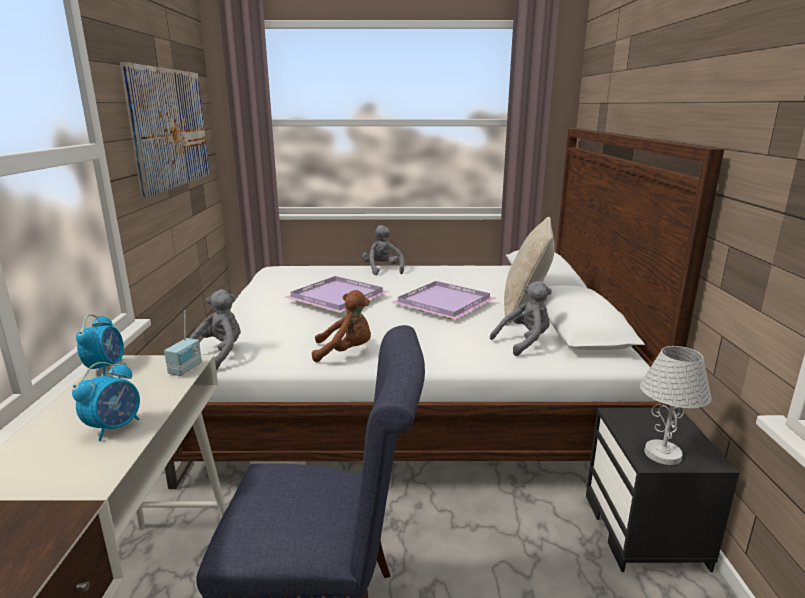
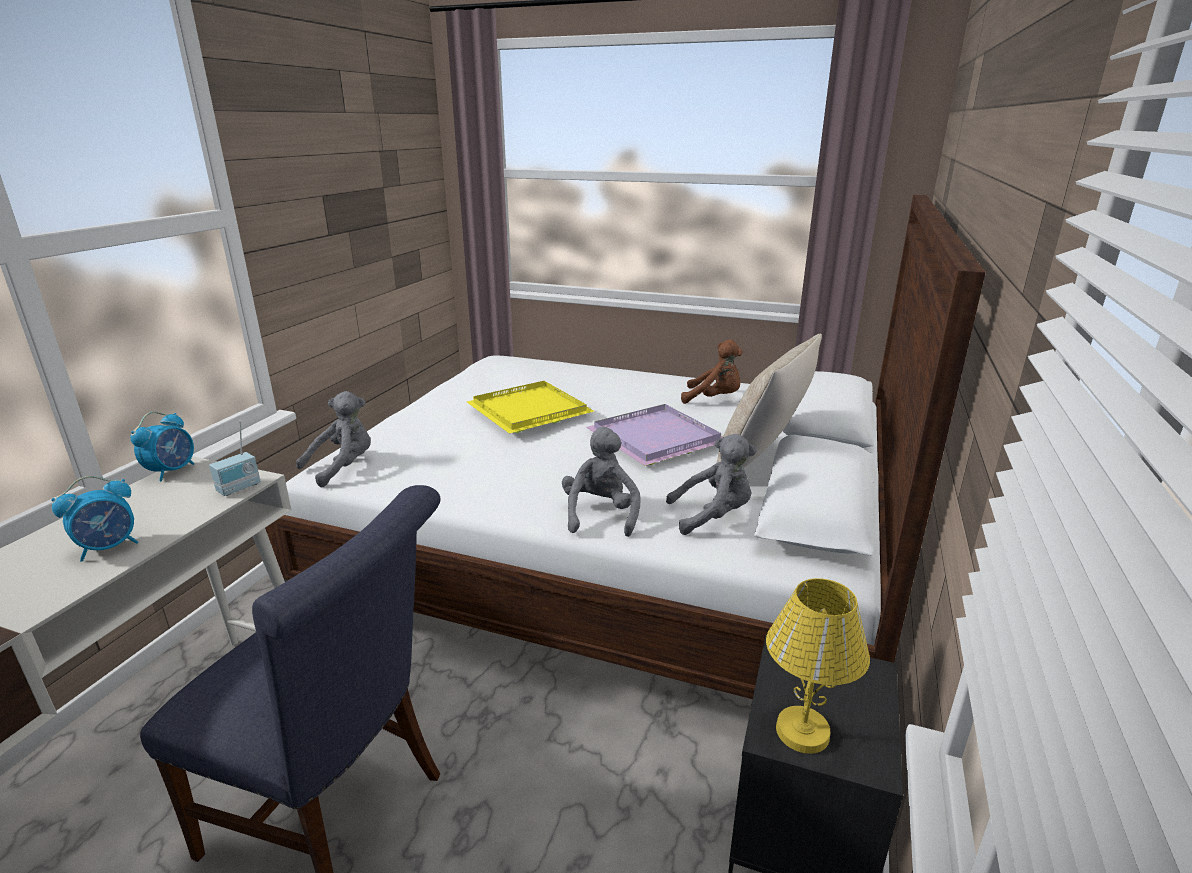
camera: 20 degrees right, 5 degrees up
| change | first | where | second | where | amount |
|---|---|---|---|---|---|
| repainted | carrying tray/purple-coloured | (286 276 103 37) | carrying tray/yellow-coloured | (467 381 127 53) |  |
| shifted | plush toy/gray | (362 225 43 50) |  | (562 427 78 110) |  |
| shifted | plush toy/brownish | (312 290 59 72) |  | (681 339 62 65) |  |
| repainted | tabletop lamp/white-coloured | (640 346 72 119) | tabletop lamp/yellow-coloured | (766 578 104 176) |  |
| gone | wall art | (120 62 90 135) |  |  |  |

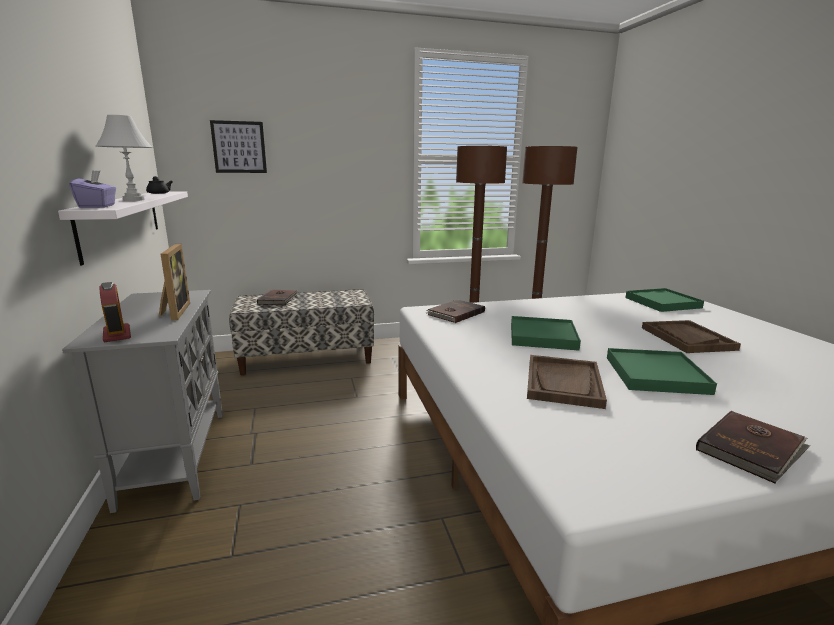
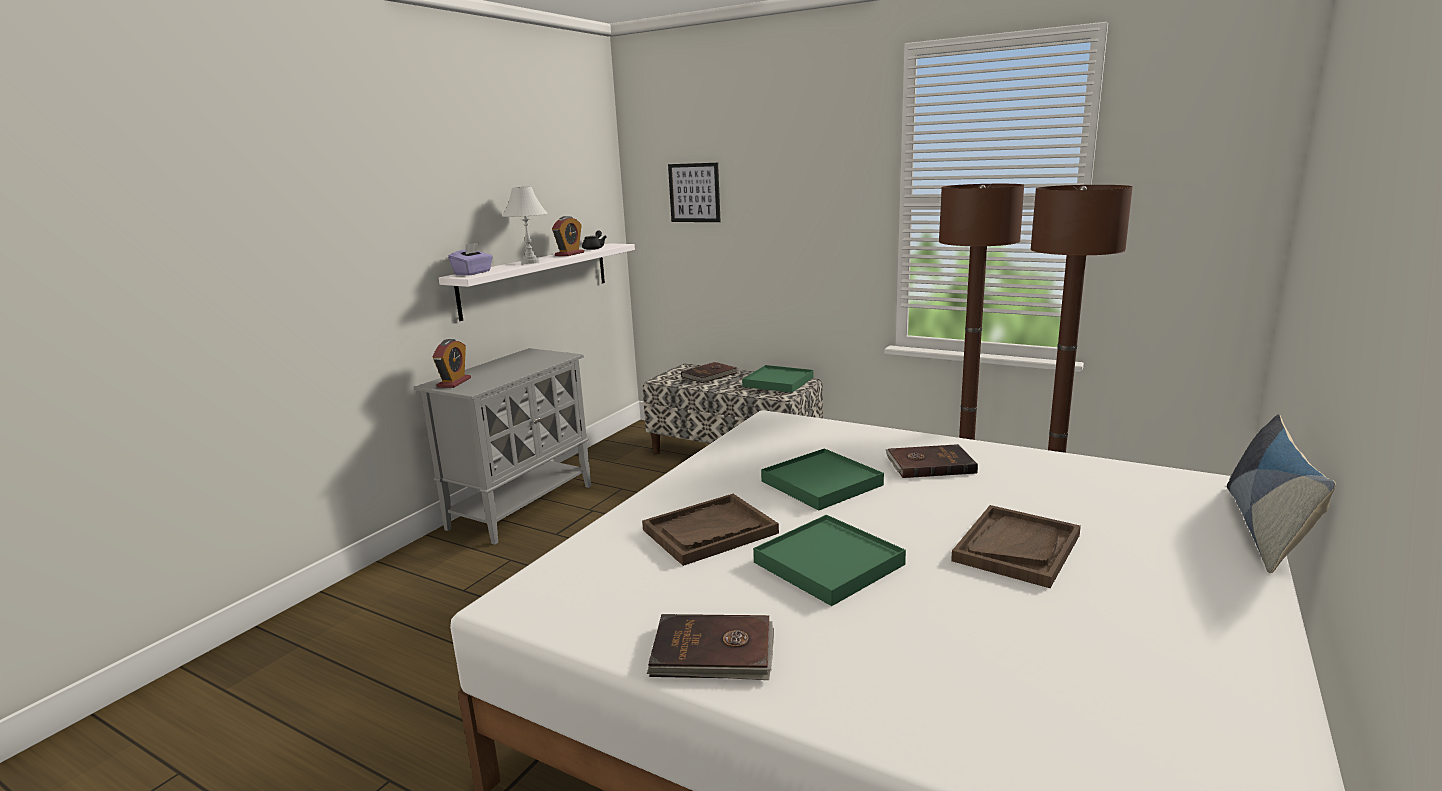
camera: 45 degrees right, 0 degrees up
| change | first | where | second | where | amount |
|---|---|---|---|---|---|
| new |  |  | table clock | (552 216 32 40) |  |
| shifted | carrying tray/greenish | (625 288 79 24) |  | (742 365 71 28) |  |
| shifted | volume/brownish | (425 300 60 23) |  | (886 444 92 34) |  |
| new |  |  | cushion | (1227 414 109 159) |  |
| gone | picture frame | (159 244 31 77) |  |  |  |

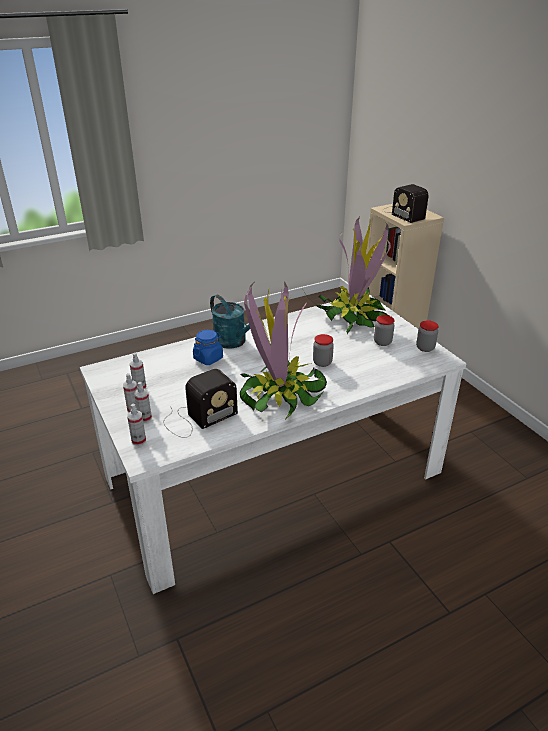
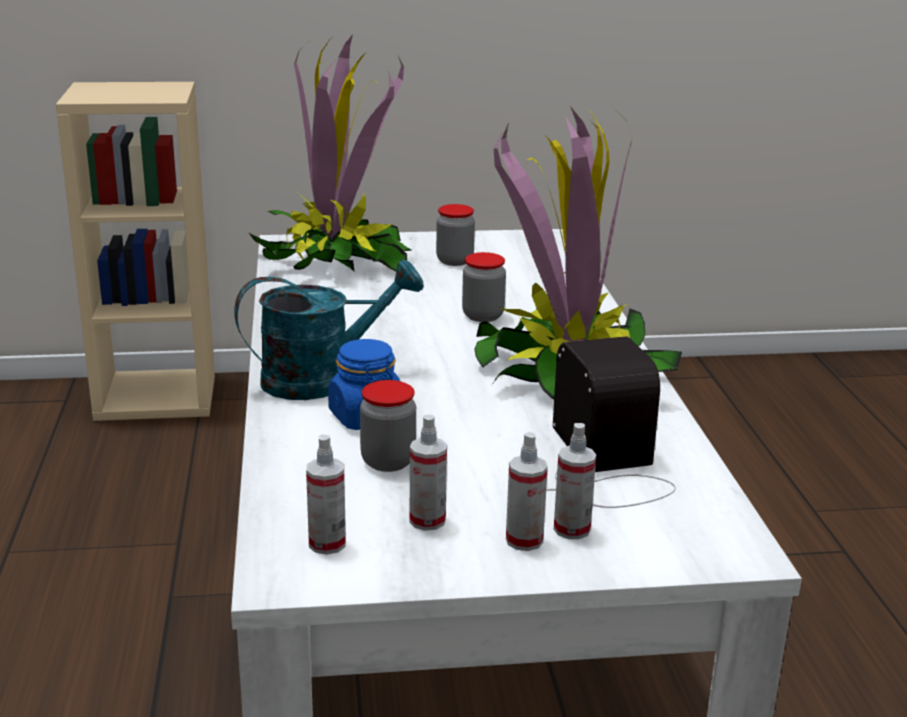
camera: 70 degrees left, 10 degrees down
| change | first | where | second | where | amount |
|---|---|---|---|---|---|
| shifted | hand sprayer | (127 404 19 42) |  | (306 435 40 120) |  |
| shifted | jar | (416 320 22 32) |  | (360 380 56 92) |  |
| gone | radio | (382 184 46 39) |  |  |  |

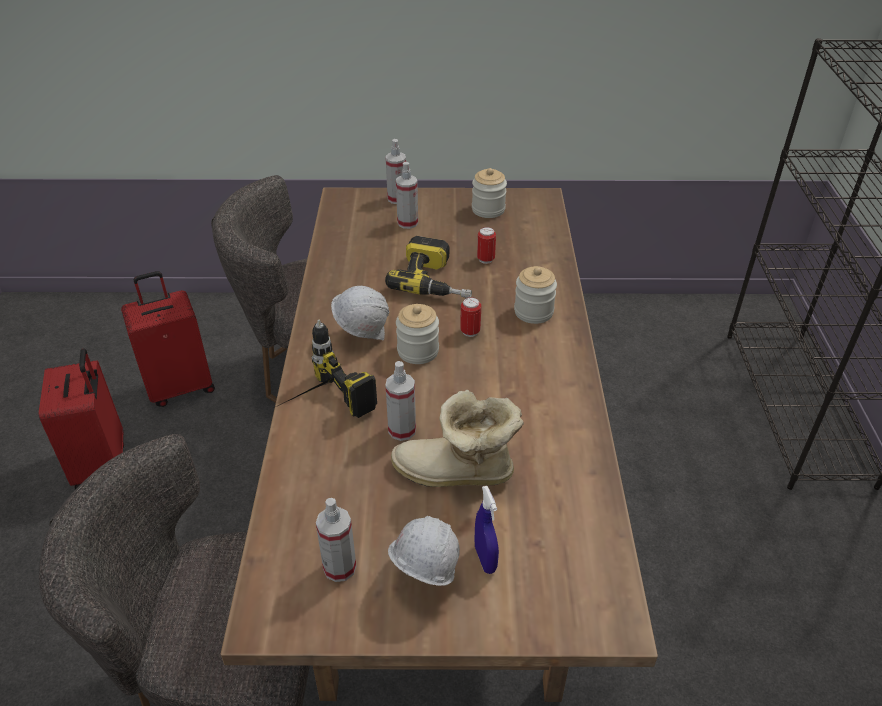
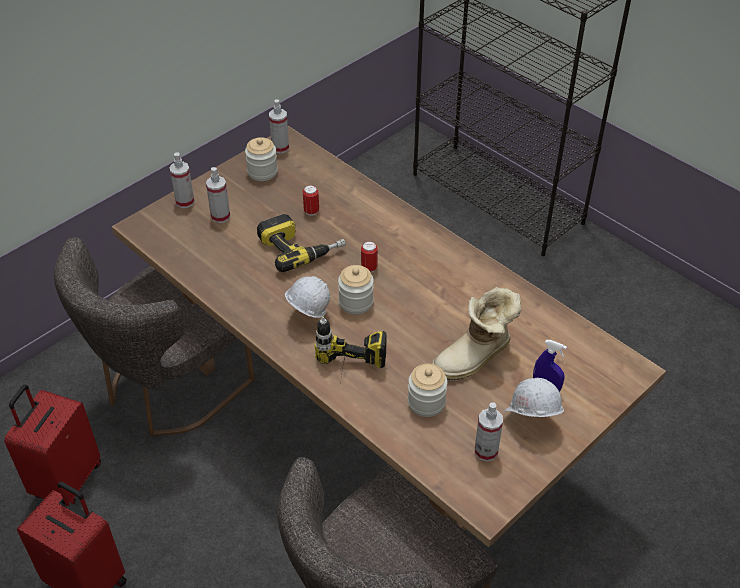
camera: 45 degrees left, 5 degrees up
| change | first | where | second | where | amount |
|---|---|---|---|---|---|
| shifted | hand sprayer | (385 361 31 80) |  | (269 99 20 55) |  |
| shifted | jar | (514 266 43 58) |  | (408 364 39 53) |  |

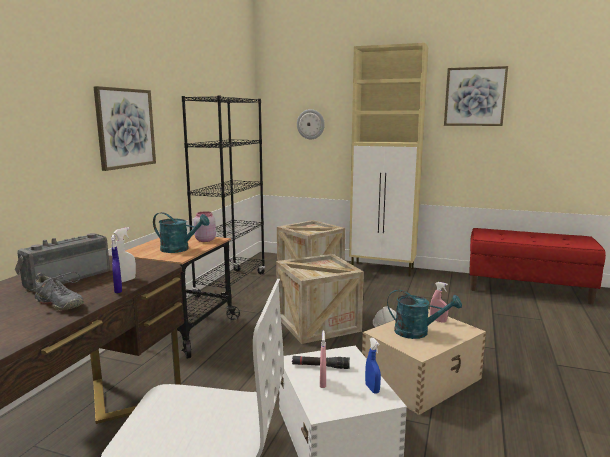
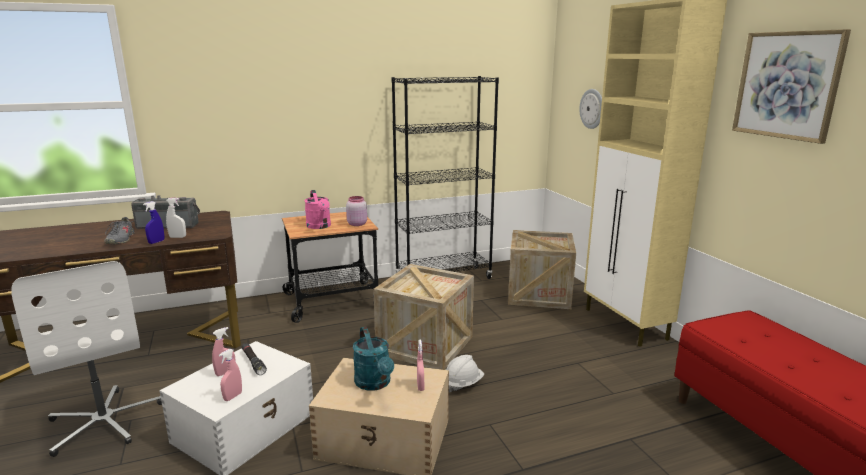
camera: 50 degrees right, 5 degrees up
| change | first | where | second | where | amount |
|---|---|---|---|---|---|
| repainted | hand sprayer/bluish | (365 338 16 56) | hand sprayer/pinkish | (219 349 23 52) |  |
| repainted | watering can/blue-green | (153 212 57 41) | watering can/pinkish | (304 190 27 39) |  |
| gone | wall art | (93 86 63 85) |  |  |  |

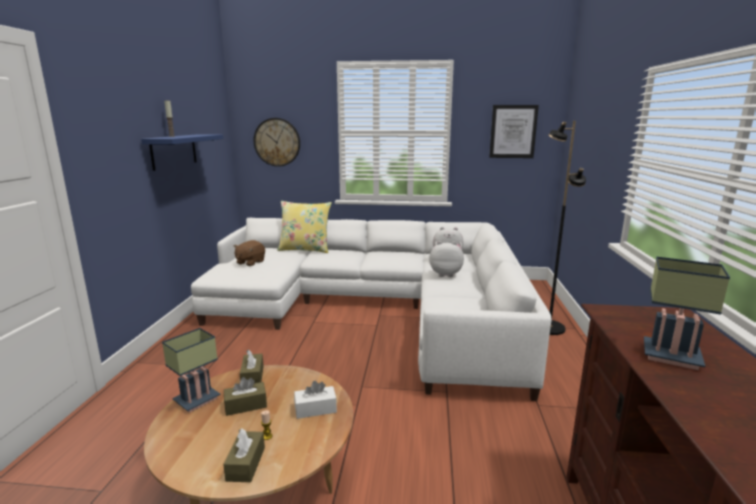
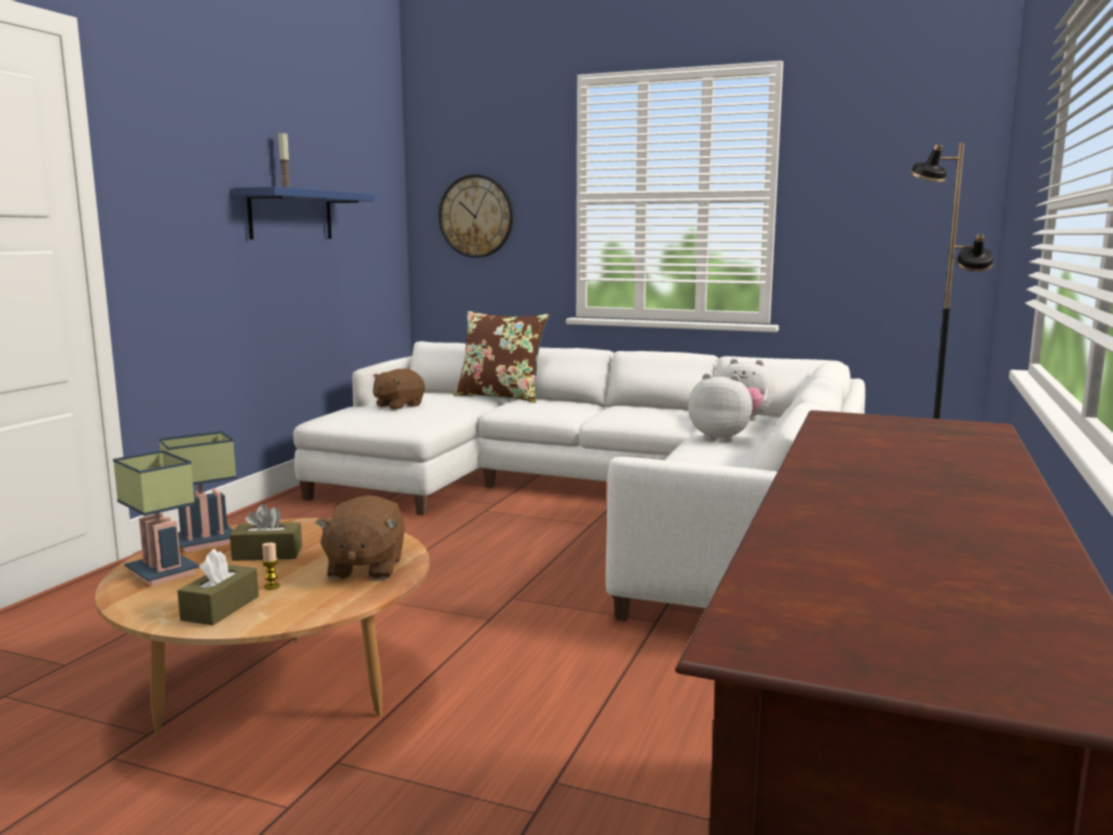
camera: 15 degrees right, 5 degrees down
| change | first | where | second | where | amount |
|---|---|---|---|---|---|
| shifted | tabletop lamp | (644 257 86 113) |  | (113 450 87 136) |  |
| swapped | box of tissues/white-coloured | (294 381 43 38) | plush toy/brownish | (315 495 90 85) |  |
| repainted | cushion/yellow-coloured | (277 201 55 52) | cushion/brownish | (453 311 96 92) |  |
| gone | box of tissues/brownish | (240 349 24 34) |  |  |  |
| gone | wall art | (489 105 50 53) |  |  |  |

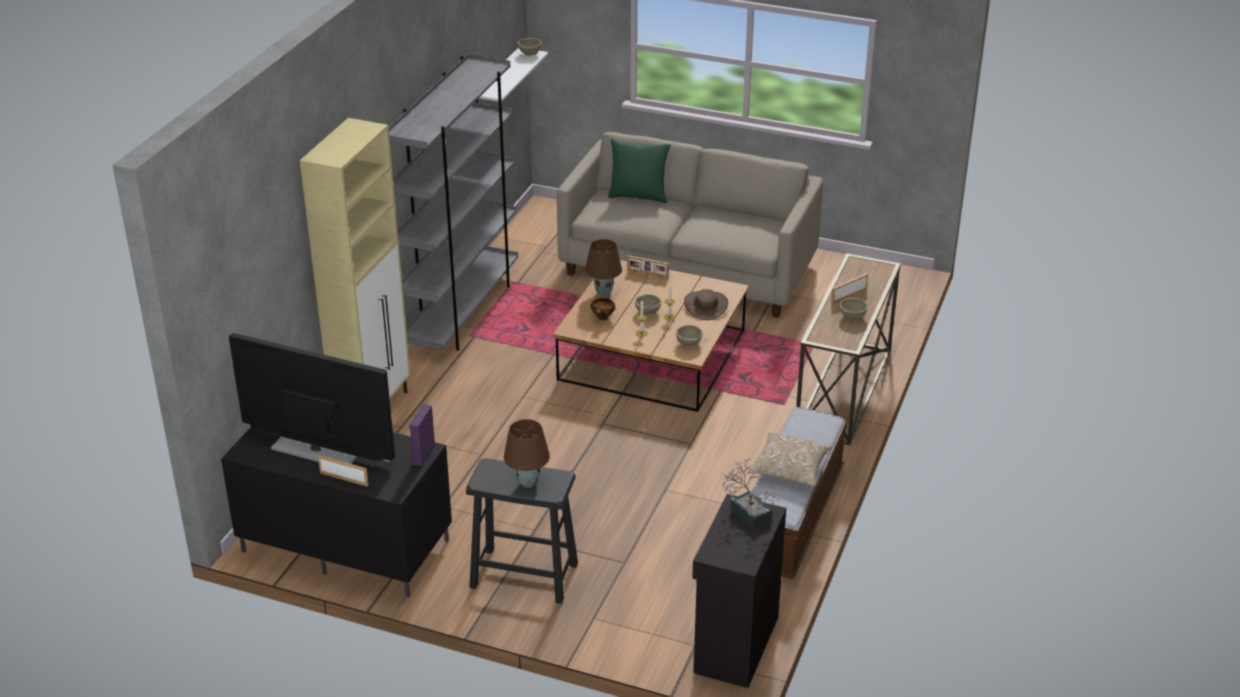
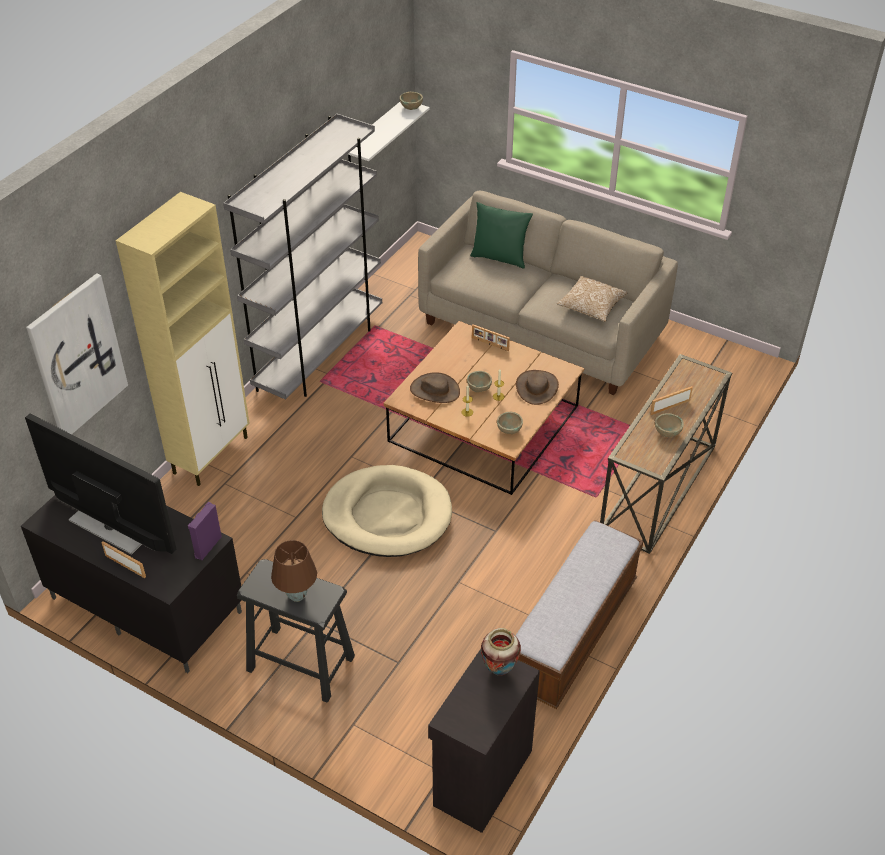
camera: 10 degrees right, 10 degrees up
| change | first | where | second | where | amount |
|---|---|---|---|---|---|
| new |  |  | wall art | (26 273 102 161) |  |
| new |  |  | dog cushion/beige-coloured | (322 465 130 92) |  |
| swapped | bowl | (591 298 24 22) | clothing hat/brownish | (410 372 50 31) |  |
| swapped | plant in a pot | (721 459 59 70) | decorative vase | (481 628 40 48) |  |
| shifted | cushion | (749 433 83 54) |  | (557 276 71 46) |  |
| gone | tabletop lamp/brownish | (585 239 37 57) |  |  |  |

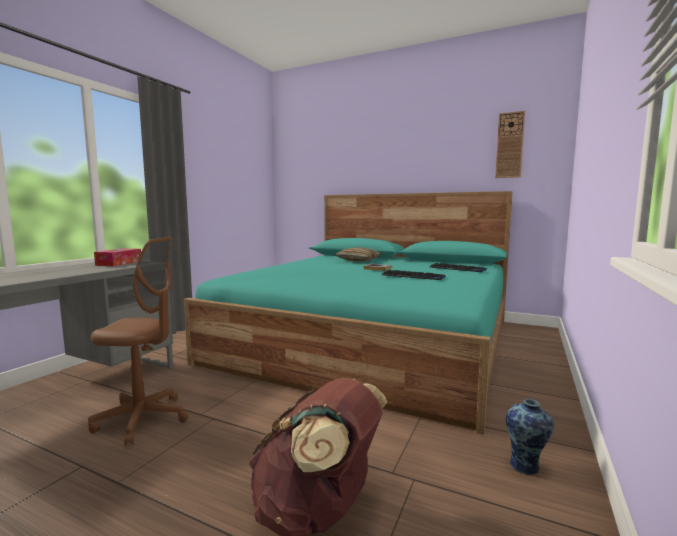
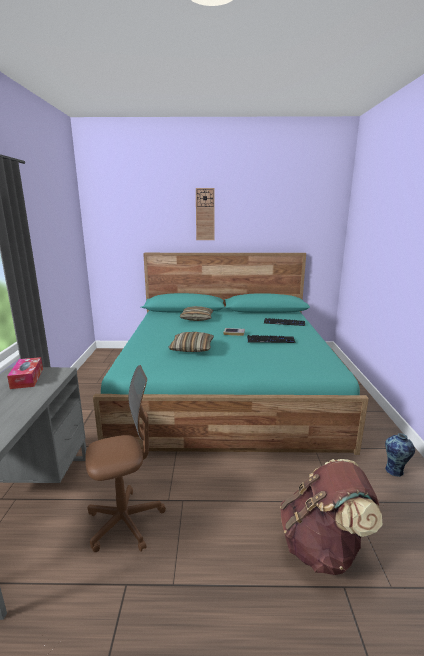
camera: 25 degrees left, 10 degrees up
| change | first | where | second | where | amount |
|---|---|---|---|---|---|
| new |  |  | cushion | (168 332 46 20) |  |
| shifted | clock on the wall | (495 111 30 67) |  | (196 188 19 52) |  |

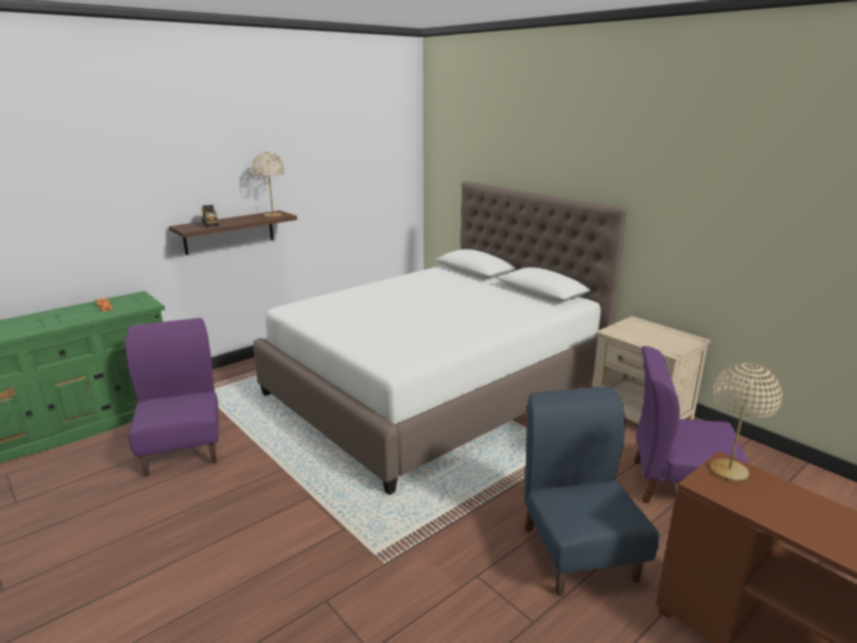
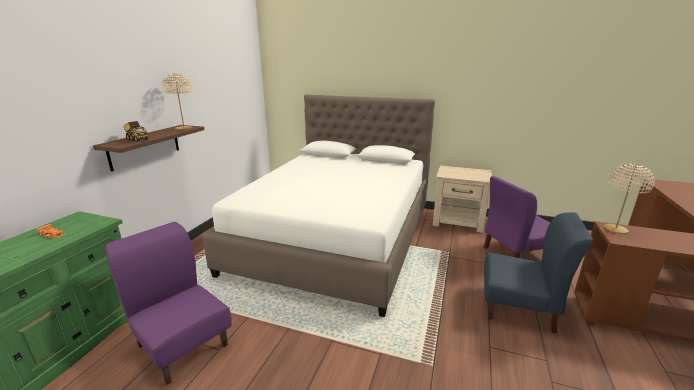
camera: 30 degrees left, 0 degrees up
| change | first | where | second | where | amount |
|---|---|---|---|---|---|
| rotated | chair/bluish | (524 386 136 210) |  | (484 212 109 121) | 150 degrees clockwise |

